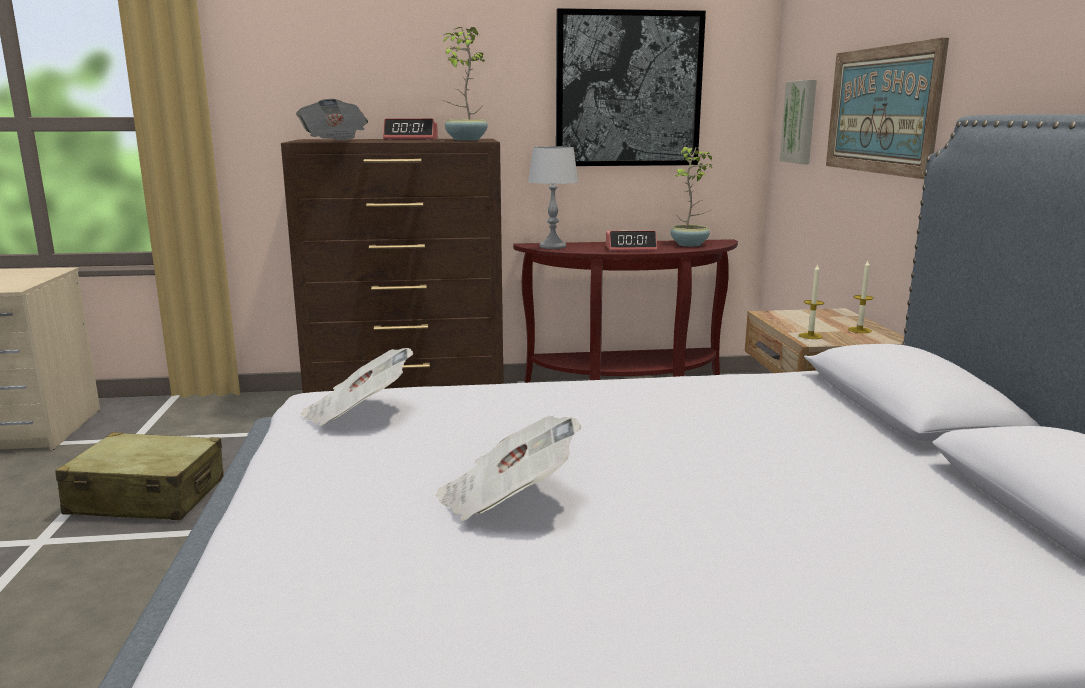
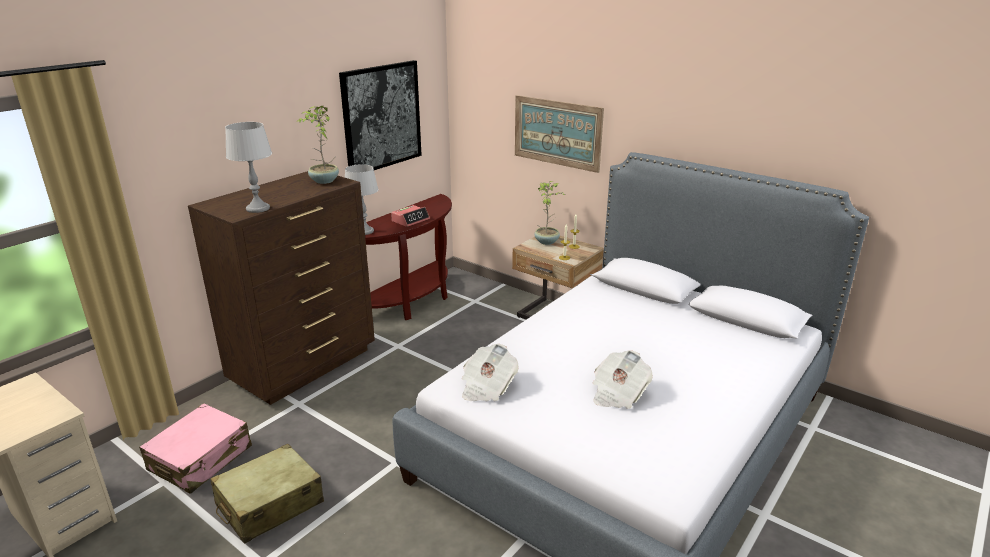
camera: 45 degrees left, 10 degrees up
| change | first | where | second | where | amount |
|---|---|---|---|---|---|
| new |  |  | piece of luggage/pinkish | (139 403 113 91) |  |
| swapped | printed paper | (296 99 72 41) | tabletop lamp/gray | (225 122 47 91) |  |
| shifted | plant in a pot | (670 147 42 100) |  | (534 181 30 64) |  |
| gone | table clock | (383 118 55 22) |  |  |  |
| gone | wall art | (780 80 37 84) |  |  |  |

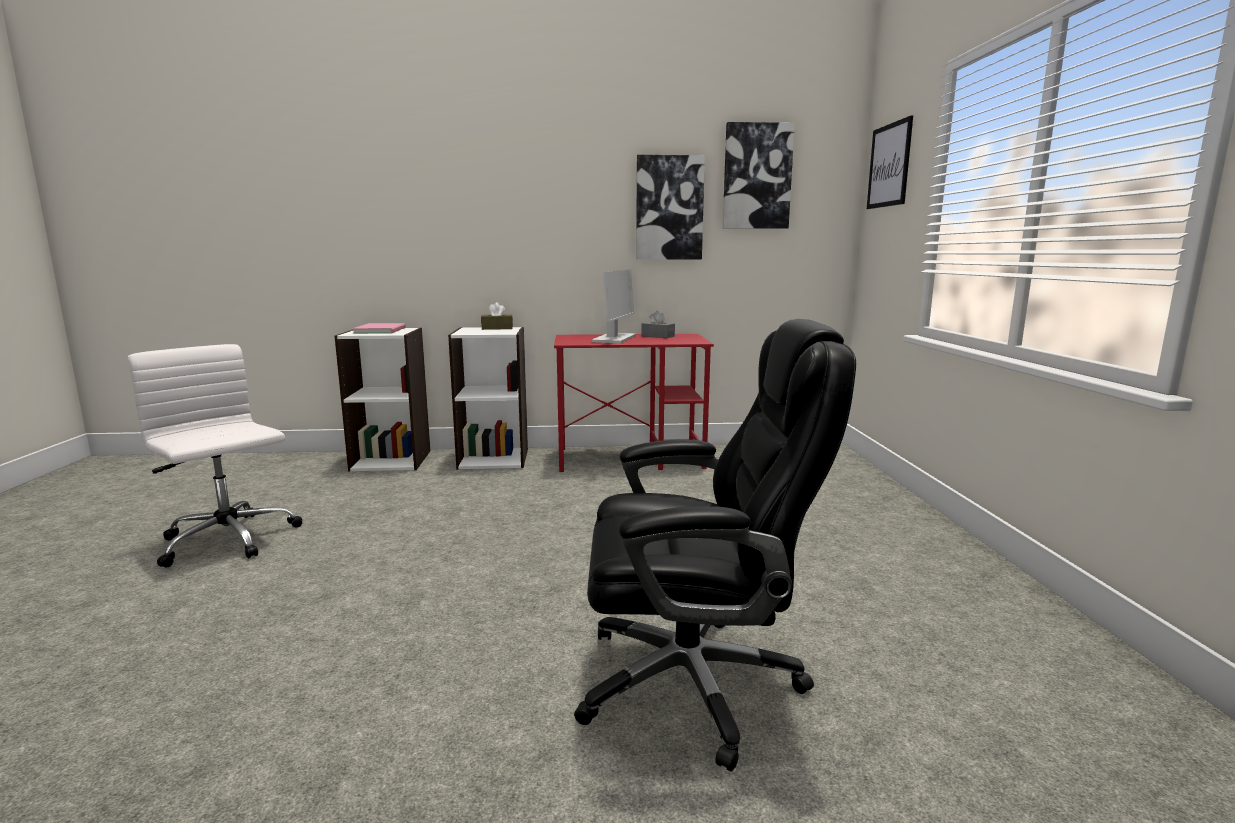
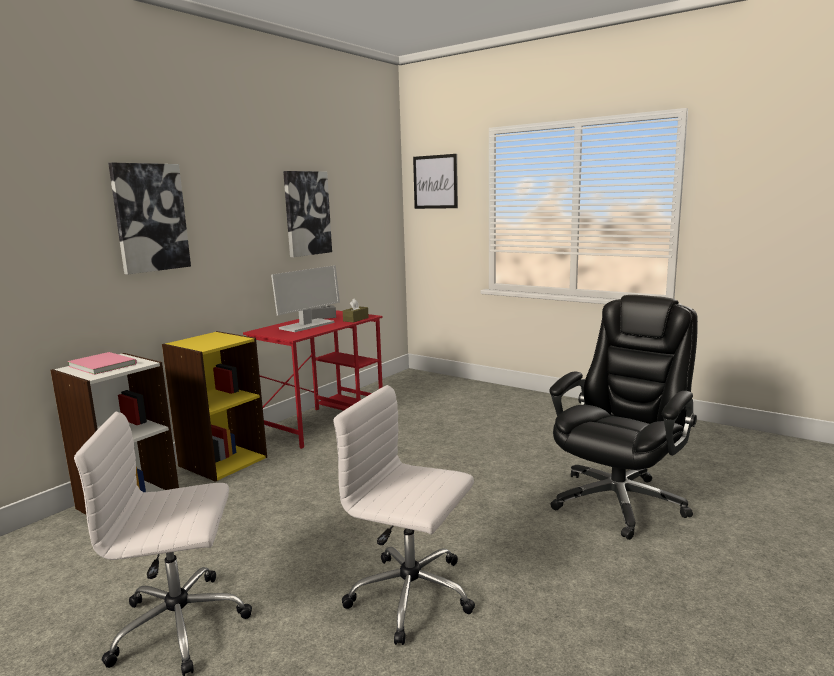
camera: 50 degrees left, 0 degrees up
| change | first | where | second | where | amount |
|---|---|---|---|---|---|
| shifted | wall art | (723 122 72 107) |  | (108 163 83 111) |  |
| repainted | bookcase/white-coloured | (448 327 80 142) | bookcase/yellow-coloured | (162 331 105 151) |  |
| rotated | computer display | (592 269 44 74) |  | (271 265 69 67) | 75 degrees clockwise |
| new |  |  | office chair/white-coloured | (333 385 142 260) |  |
| shifted | box of tissues/brownish | (481 302 32 28) |  | (343 298 26 25) |  |

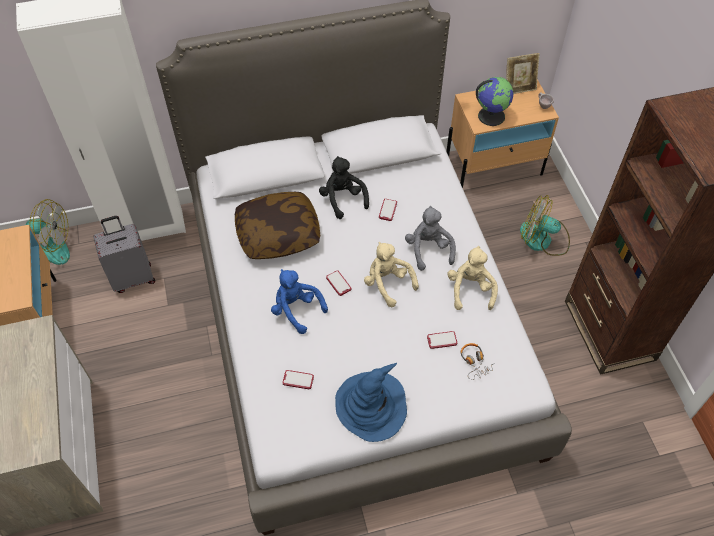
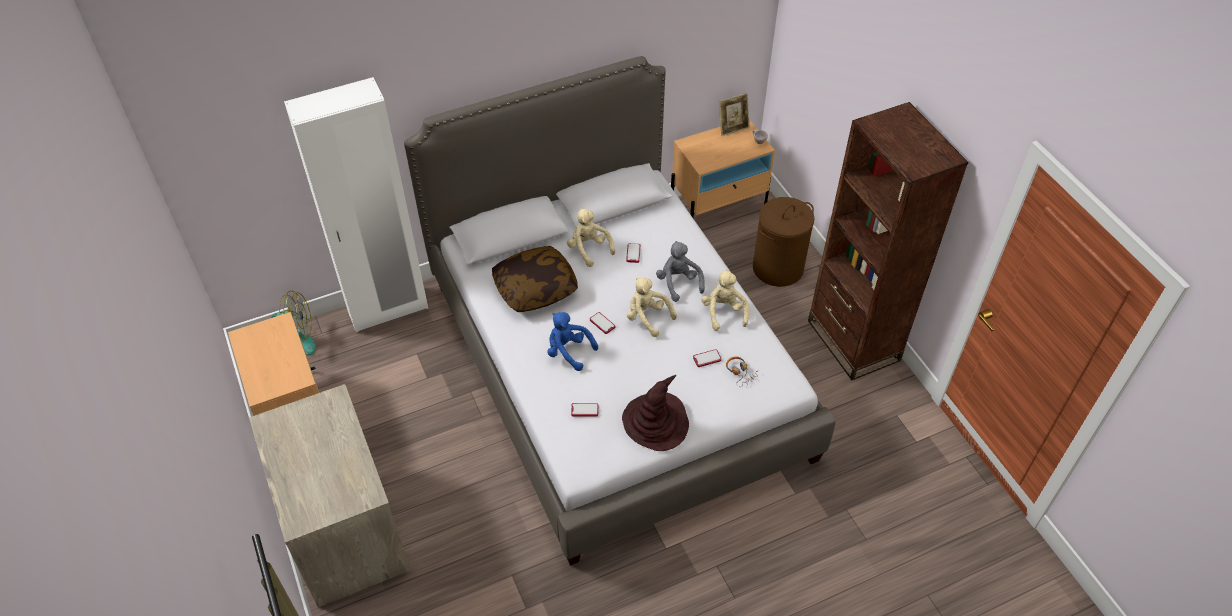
camera: 10 degrees left, 5 degrees down
| change | first | where | second | where | amount |
|---|---|---|---|---|---|
| repainted | plush toy/black | (319 156 50 63) | plush toy/beige-coloured | (567 208 48 59) |  |
| repainted | clothing hat/bluish | (335 363 72 79) | clothing hat/brownish | (622 375 67 76) |  |
| swapped | cooling fan | (520 195 50 61) | laundry basket/brownish | (753 197 62 90) |  |
| gone | piece of luggage/gray | (93 216 62 77) |  |  |  |
| gone | globe | (476 77 37 49) |  |  |  |

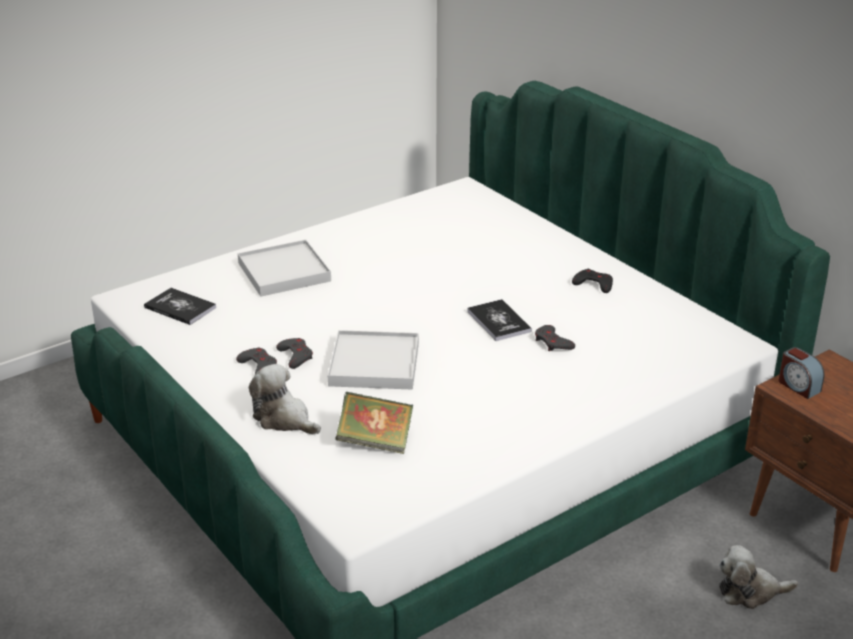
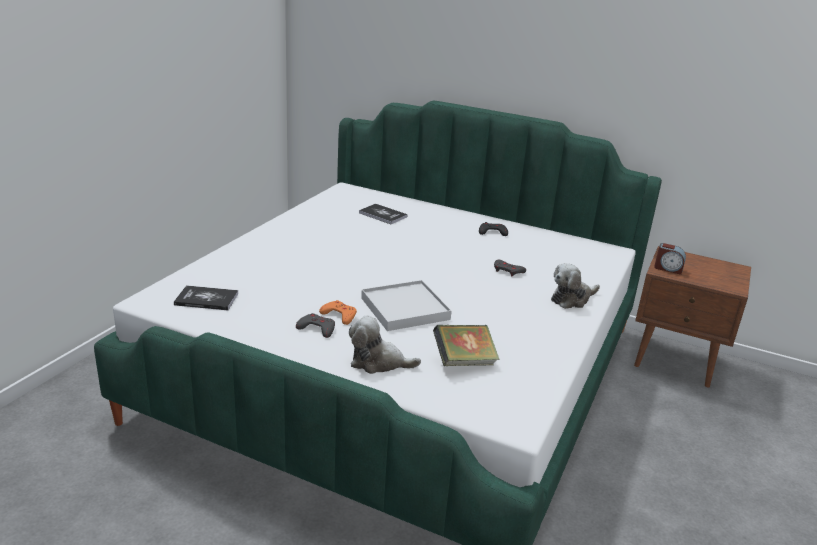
camera: 30 degrees left, 5 degrees down
| change | first | where | second | where | amount |
|---|---|---|---|---|---|
| repainted | game controller/gray | (276 338 37 31) | game controller/orange-coloured | (319 300 38 25) |  |
| shifted | volume | (467 299 65 42) |  | (359 204 49 20) |  |
| shifted | plush toy | (719 545 79 64) |  | (551 263 49 46) |  |
| gone | carrying tray/white-coloured | (238 240 93 57) |  |  |  |

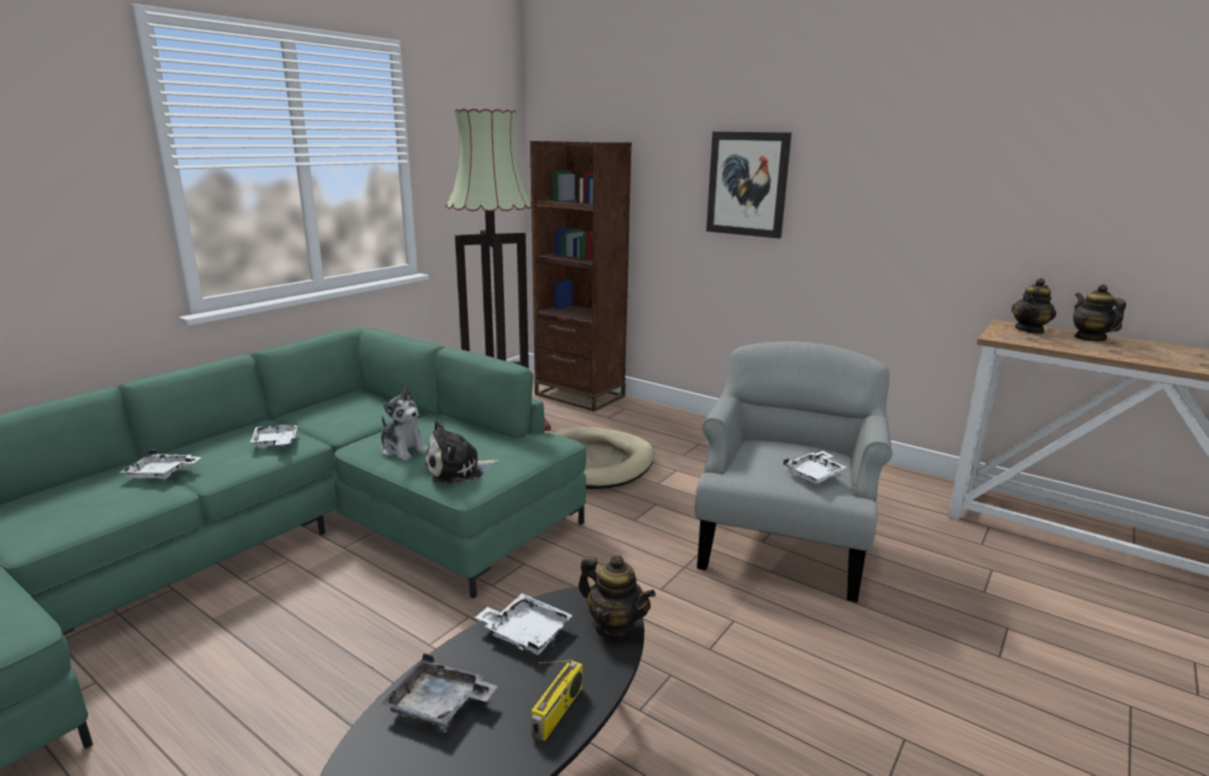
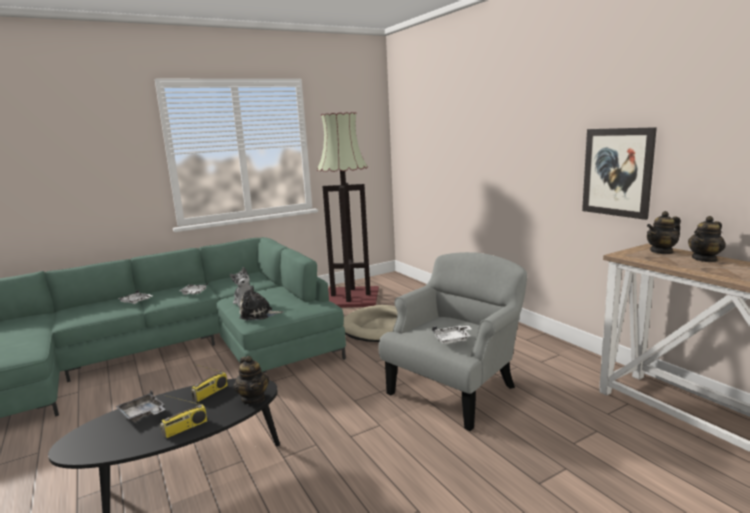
camera: 25 degrees right, 5 degrees down
| change | first | where | second | where | amount |
|---|---|---|---|---|---|
| swapped | carrying tray/white-coloured | (475 593 98 62) | radio | (191 364 37 38) |  |
| shifted | wall art | (706 132 86 107) |  | (582 127 75 93) |  |
| rotated | pot for tea | (1073 284 53 57) |  | (688 216 38 46) | 135 degrees counterclockwise |
| gone | bookcase/brownish | (530 141 102 271) |  |  |  |

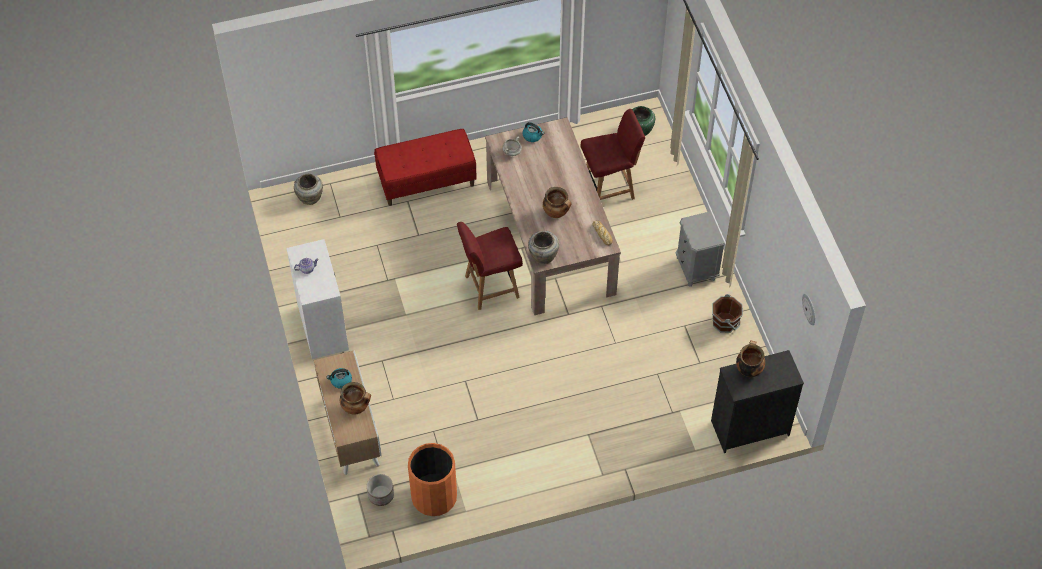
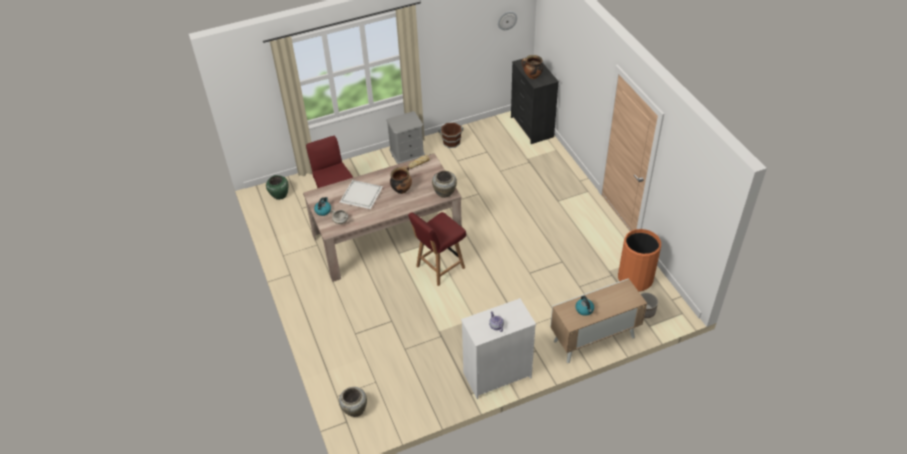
camera: 95 degrees left, 10 degrees down
| change | first | where | second | where | amount |
|---|---|---|---|---|---|
| new |  |  | carrying tray/white-coloured | (340 180 43 29) |  |
| rotated | chair/red-coloured | (457 222 66 88) |  | (408 212 58 74) | 75 degrees clockwise |
| gone | saucepot | (340 382 31 33) |  |  |  |
| gone | bench/red-coloured | (374 129 103 77) |  |  |  |

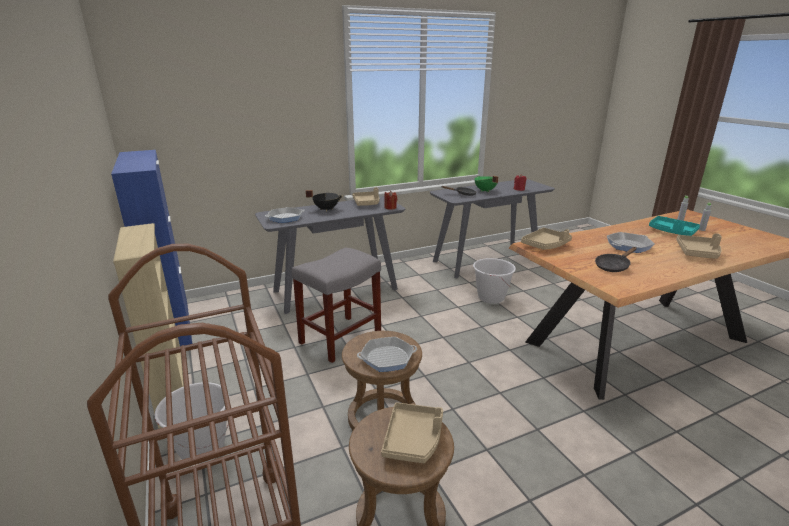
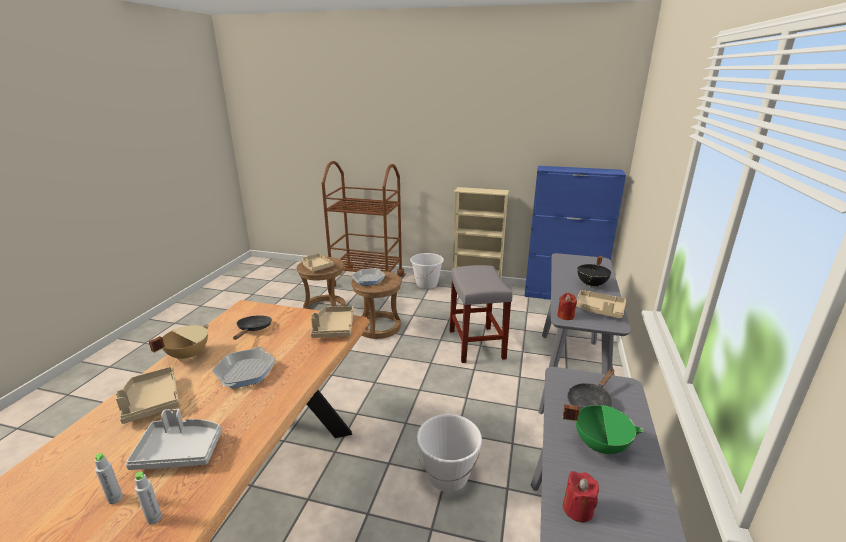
camera: 130 degrees right, 0 degrees up
| change | first | where | second | where | amount |
|---|---|---|---|---|---|
| repainted | carrying tray/blue-green | (649 216 51 20) | carrying tray/gray | (126 409 96 61) |  |
| new |  |  | saucepot/beige-coloured | (148 324 61 37) |  |
| gone | skillet | (265 207 40 16) |  |  |  |

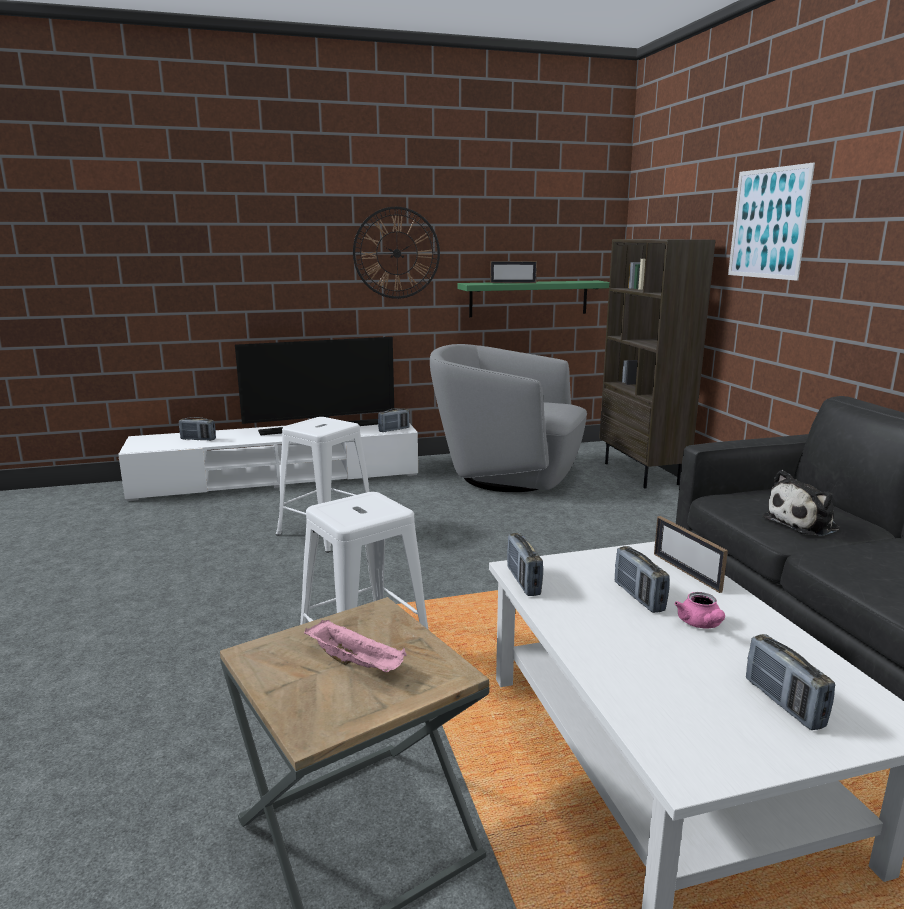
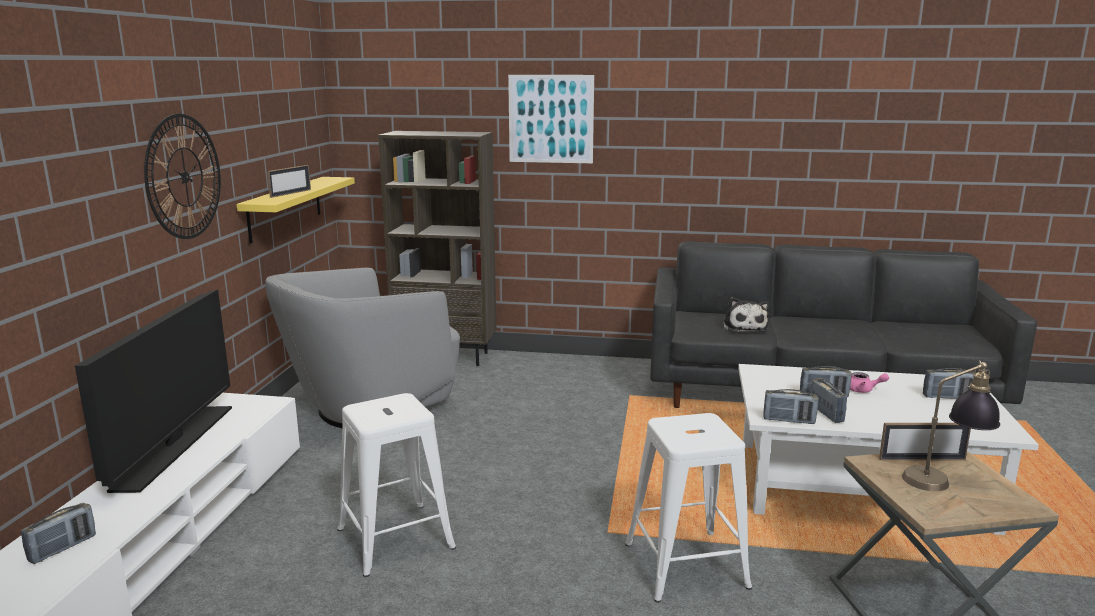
camera: 65 degrees left, 0 degrees up
| change | first | where | second | where | amount |
|---|---|---|---|---|---|
| repainted | shelf/greenish | (457 281 152 36) | shelf/yellow-coloured | (236 177 119 67) |  |
| shifted | radio | (378 408 32 24) |  | (810 378 37 45) |  |
| shifted | picture frame | (654 516 74 77) |  | (879 423 92 37) |  |
| swapped | carrying tray/pinkish | (304 620 103 52) | tabletop lamp | (902 360 98 131) |  |

